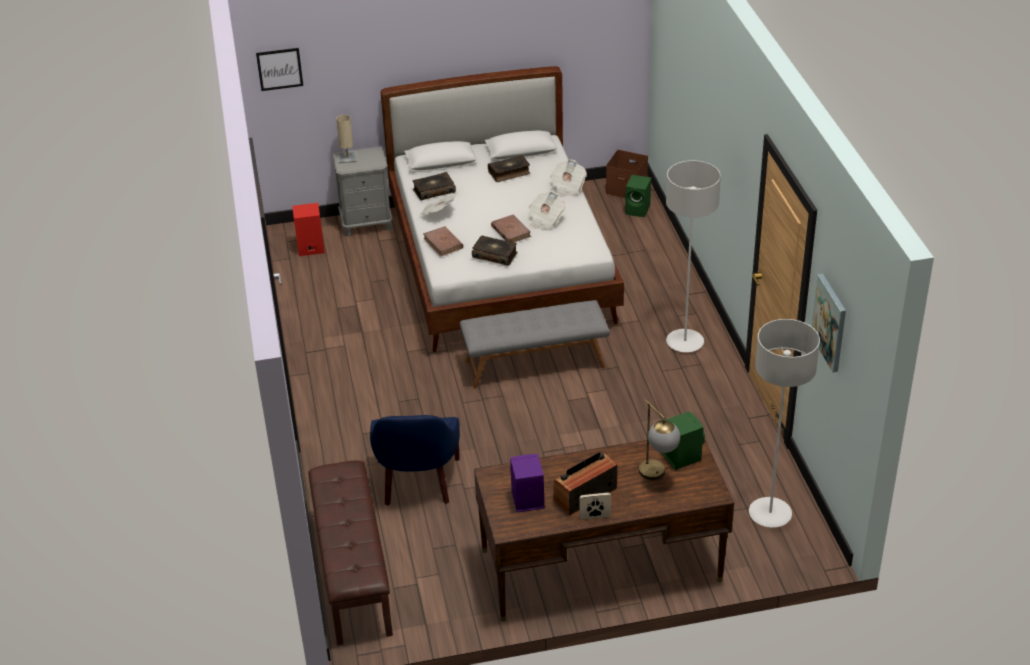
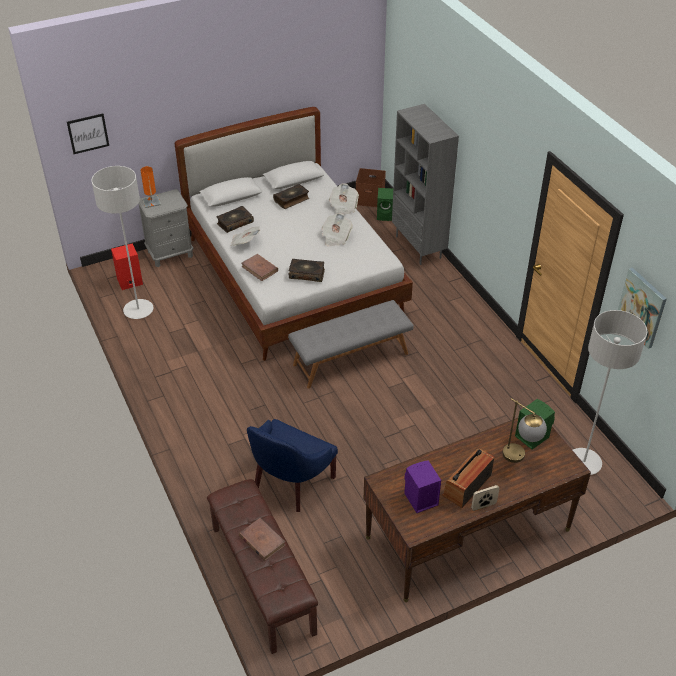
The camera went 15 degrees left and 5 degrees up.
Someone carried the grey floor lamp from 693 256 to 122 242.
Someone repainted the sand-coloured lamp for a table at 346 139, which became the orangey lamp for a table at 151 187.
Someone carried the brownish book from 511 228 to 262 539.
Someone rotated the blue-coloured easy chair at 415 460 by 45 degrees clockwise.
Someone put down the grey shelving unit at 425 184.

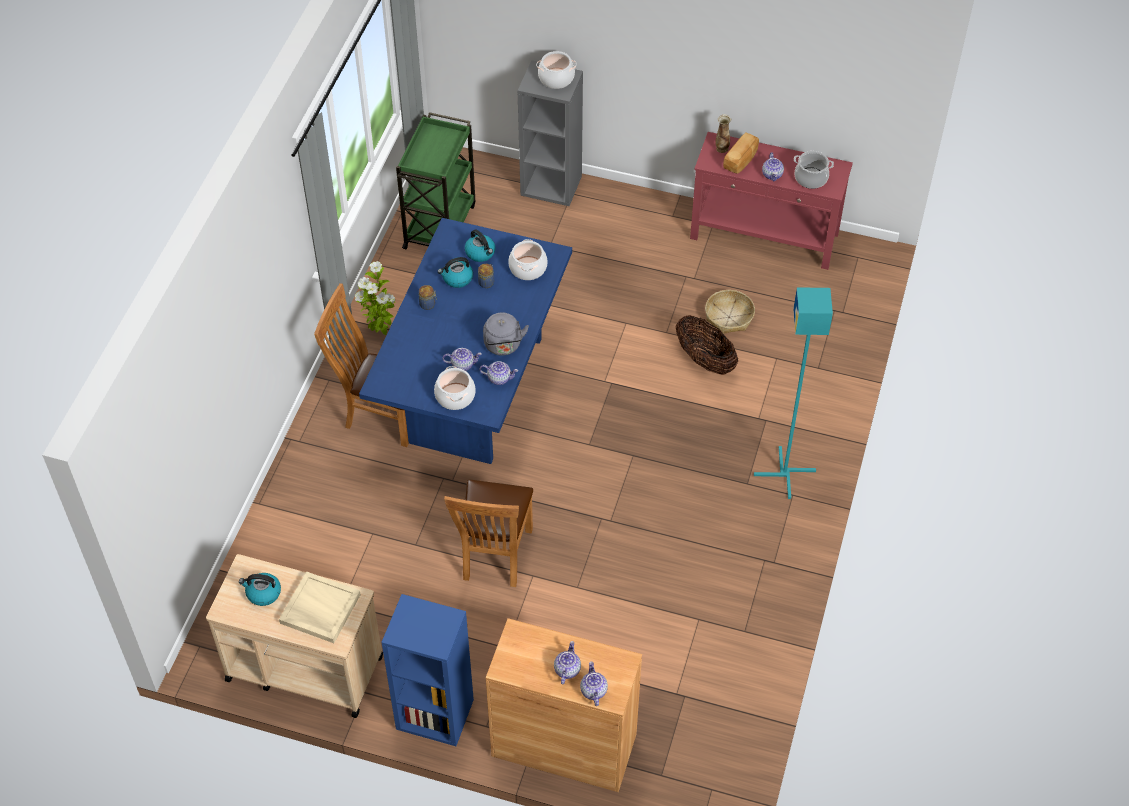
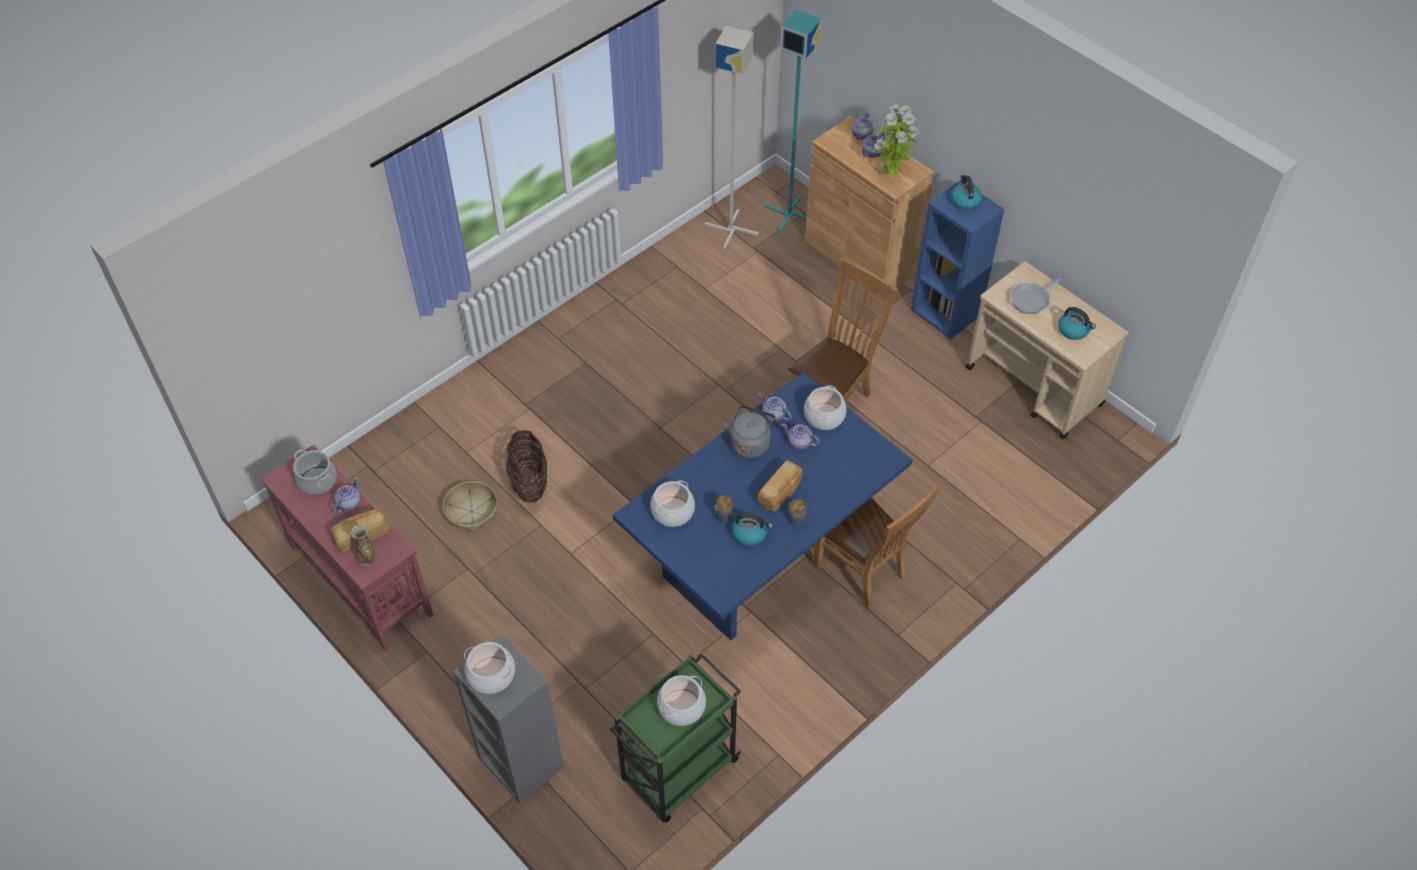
The camera went 150 degrees left and 0 degrees up.
Someone put down the saucepot at 681 700.
Someone put down the grey floor lamp at 731 137.
Someone put down the baked bread at 780 486.
Someone carried the turquoise-coloured floor lamp from 793 393 to 793 121.
Someone carried the potted plant from 375 298 to 896 140.
Someone carried the tea kettle from 480 245 to 966 192.
Someone swapped the sand-coloured carrying tray at 320 607 for the pan at 1036 296.

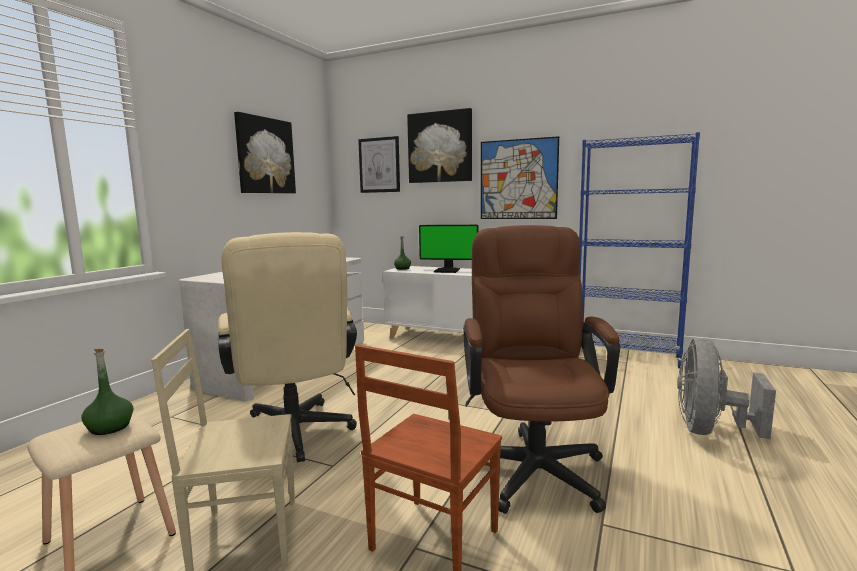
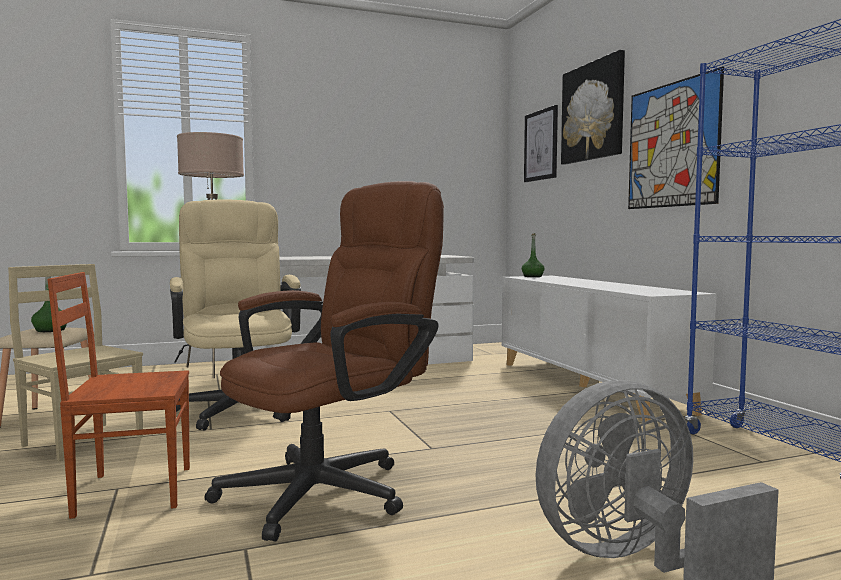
The camera went 45 degrees right and 5 degrees down.
Someone rotated the sand-coloured desk chair at 287 347 by 135 degrees clockwise.
Someone put down the sand-coloured floor lamp at 210 255.
Someone took away the wall art at 265 152.
Someone took away the monitor at 448 249.

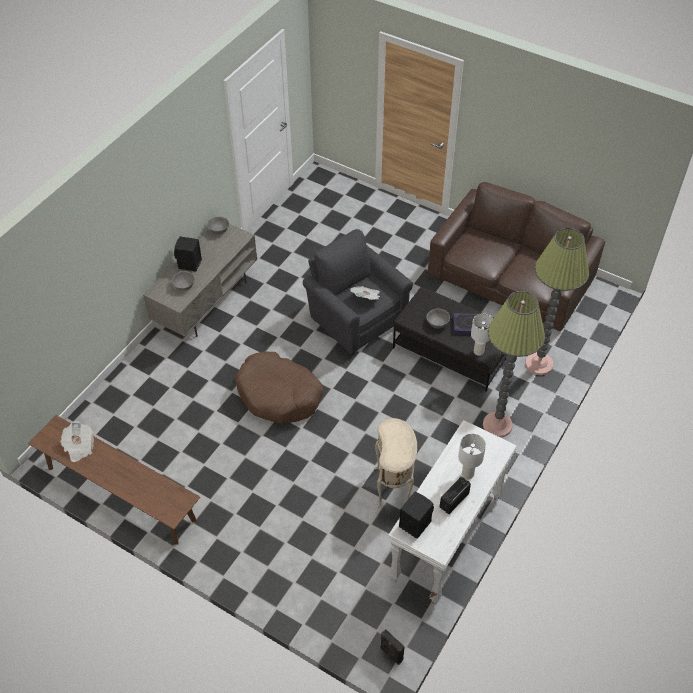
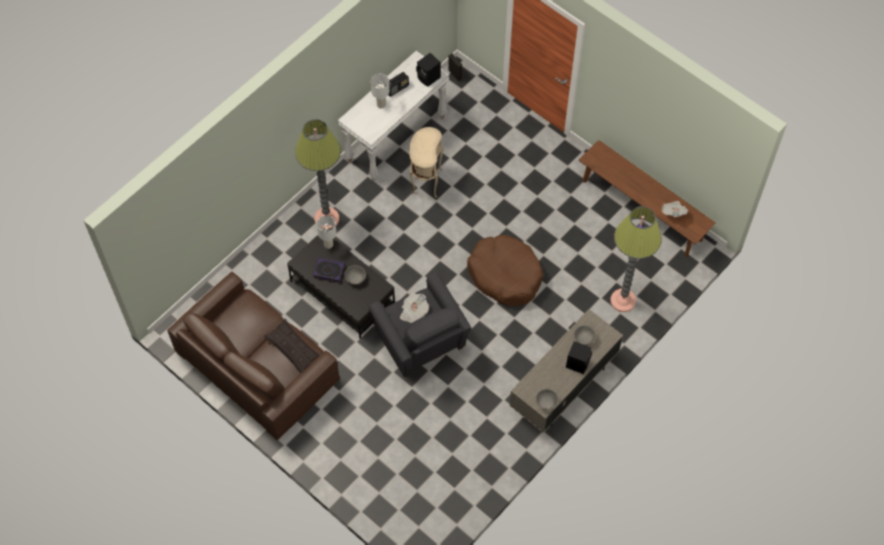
The camera went 170 degrees left and 10 degrees up.
Someone put down the throw pillow at 291 346.
Someone carried the floor lamp from 557 301 to 636 259.

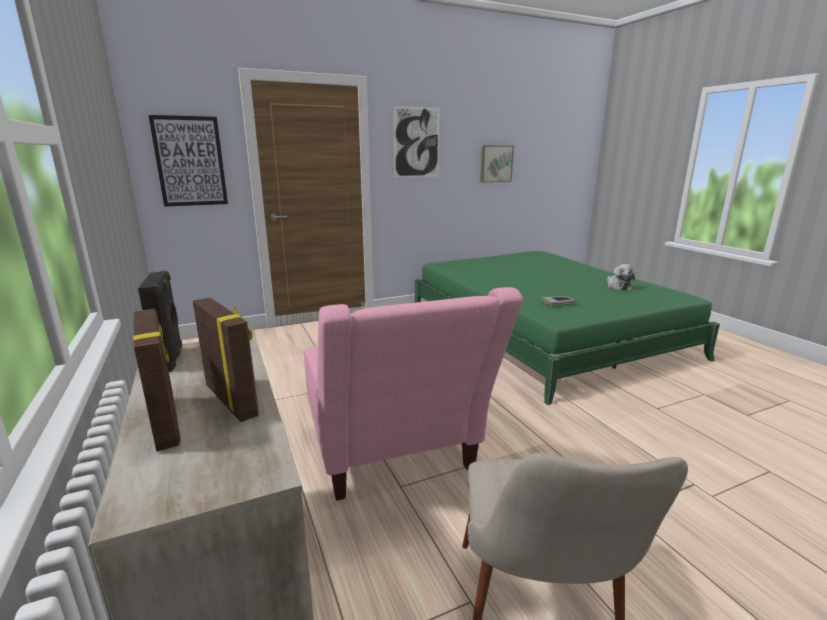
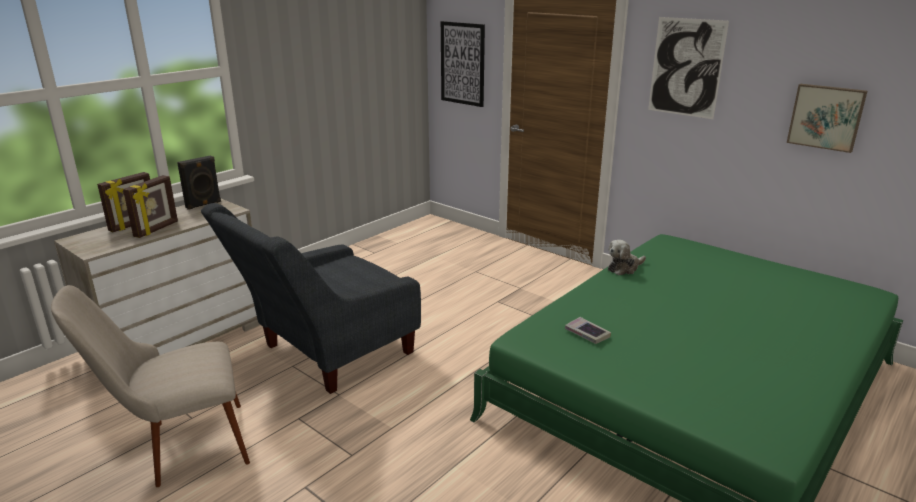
The camera went 65 degrees right and 5 degrees up.
Someone repainted the pinkish easy chair at 413 394, which became the grey easy chair at 311 298.
Someone carried the cuddly toy from 621 277 to 627 257.

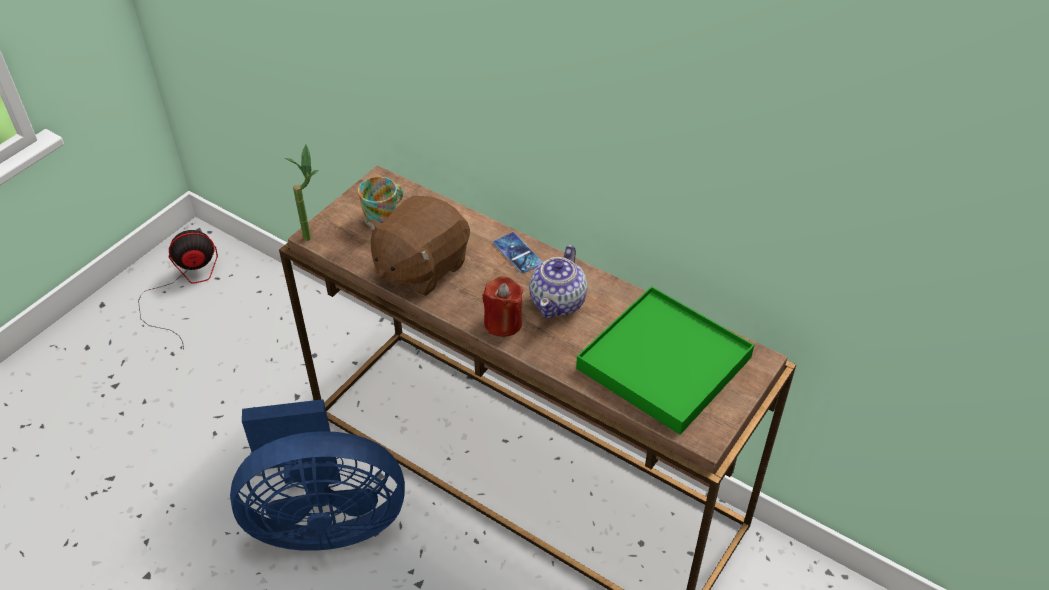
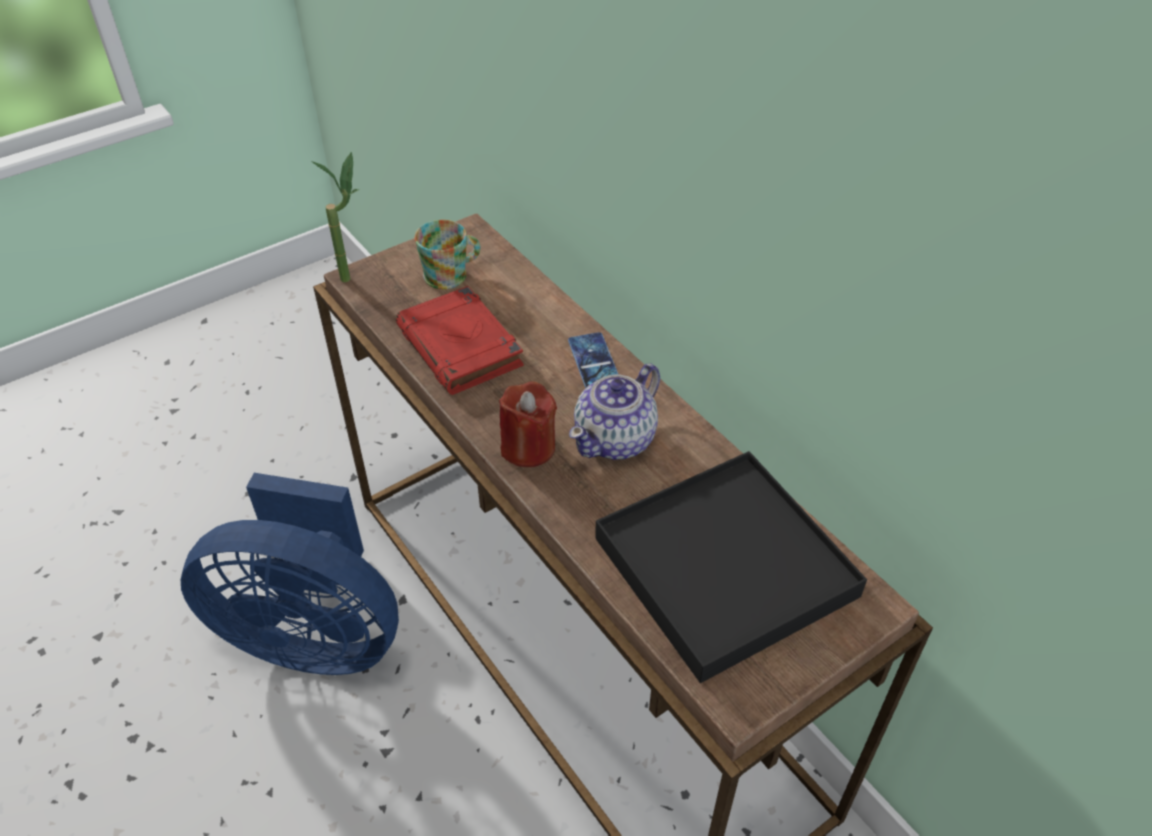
The camera went 20 degrees right and 0 degrees up.
Someone swapped the brownish cuddly toy at 418 245 for the red-coloured book at 460 340.
Someone repainted the green-coloured carrying tray at 665 360, which became the black carrying tray at 731 567.
Someone took away the cooling fan at 178 289.

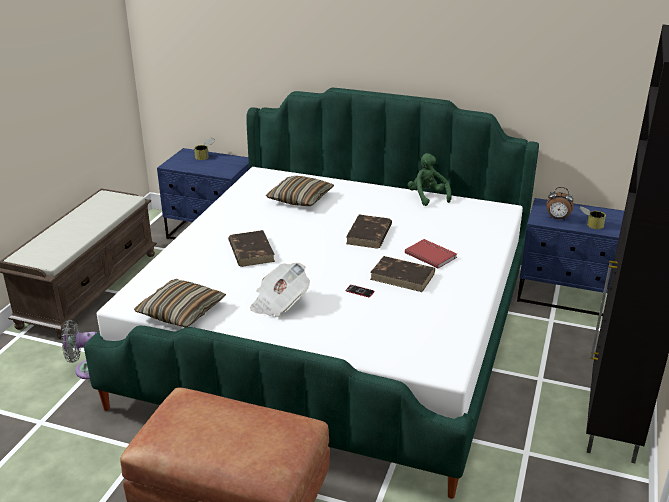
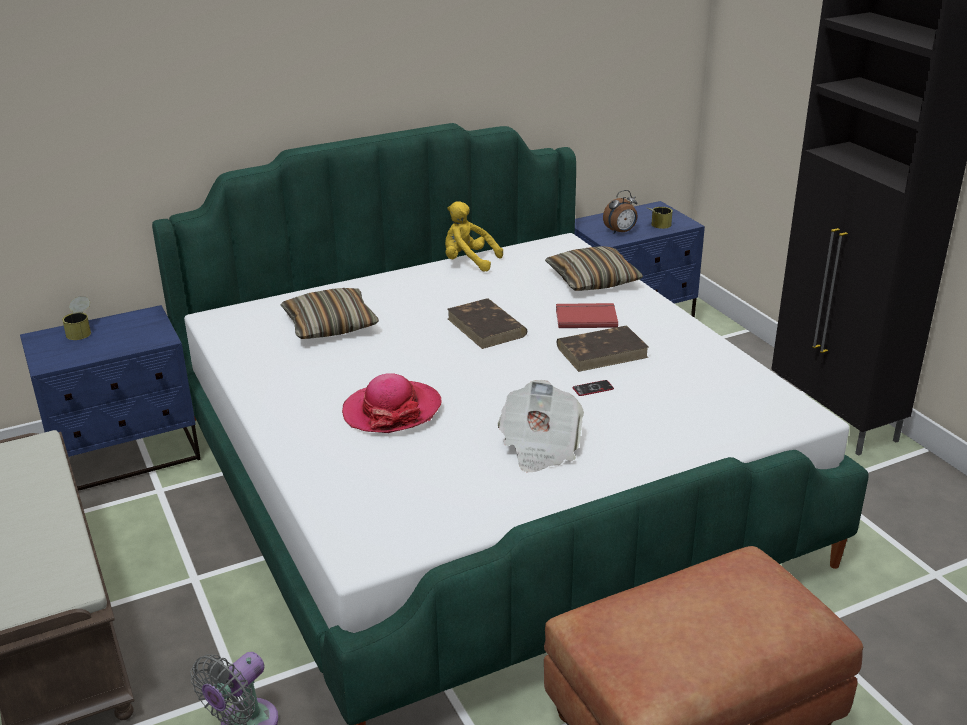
The camera went 45 degrees left and 0 degrees up.
Someone swapped the brownish book at 251 248 for the hat at 392 403.
Someone repainted the green-coloured cuddly toy at 429 179, which became the yellow cuddly toy at 474 236.
Someone carried the throw pillow from 180 303 to 594 268.

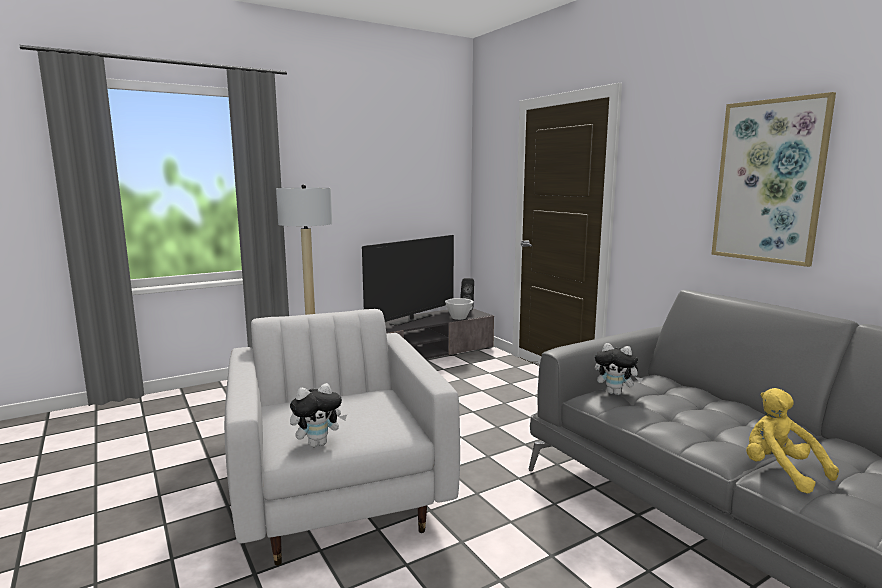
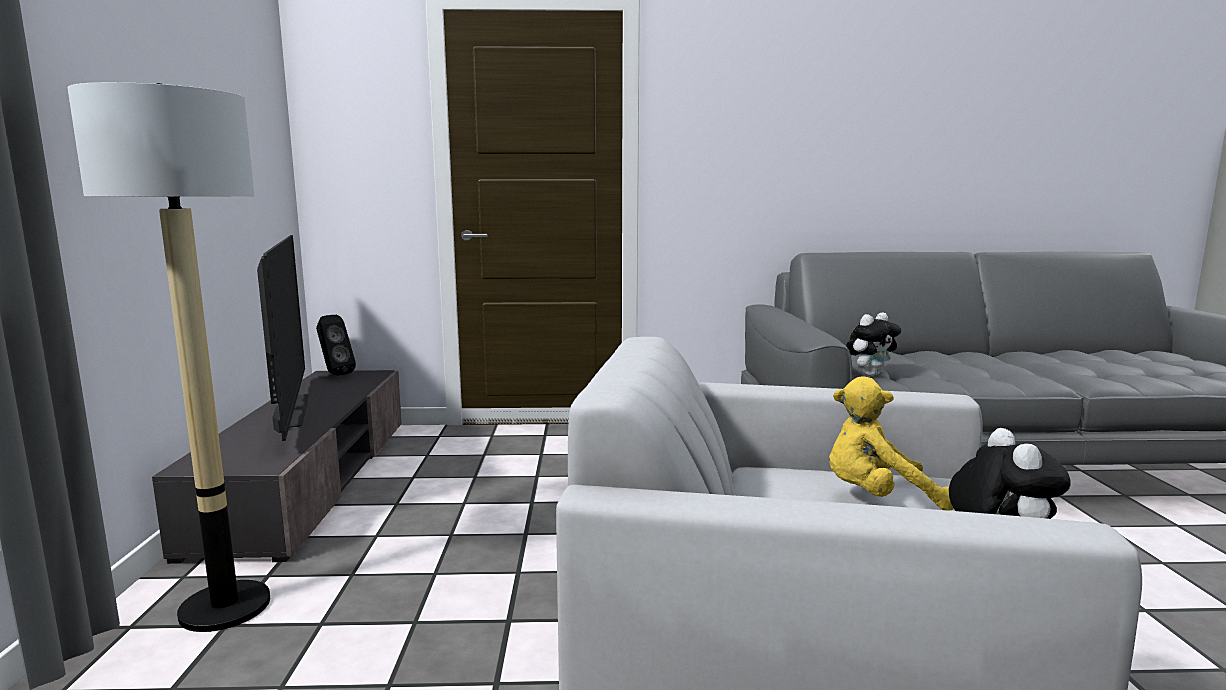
The camera went 60 degrees left and 0 degrees up.
Someone carried the yellow cuddly toy from 792 441 to 891 443.
Someone took away the whitish bowl at 459 309.
Someone took away the wall art at 773 179.

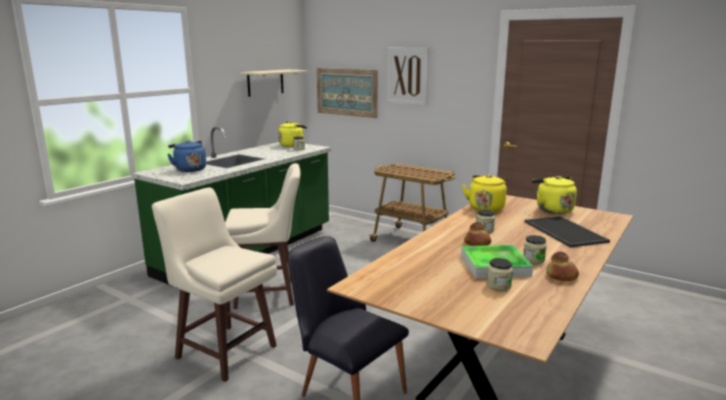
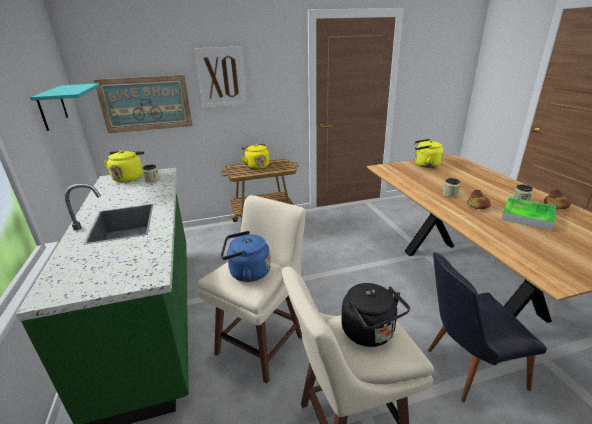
The camera went 50 degrees left and 10 degrees up.
Someone repainted the sand-coloured wall shelf at 274 83, which became the turquoise-coloured wall shelf at 65 107.
Someone carried the blue-coloured tea kettle from 186 156 to 246 256.
Someone carried the yellow tea kettle from 485 193 to 255 156.
Someone put down the black tea kettle at 375 315.
Someone took away the preserve jar at 500 274.
Someone took away the carrying tray at 567 232.

